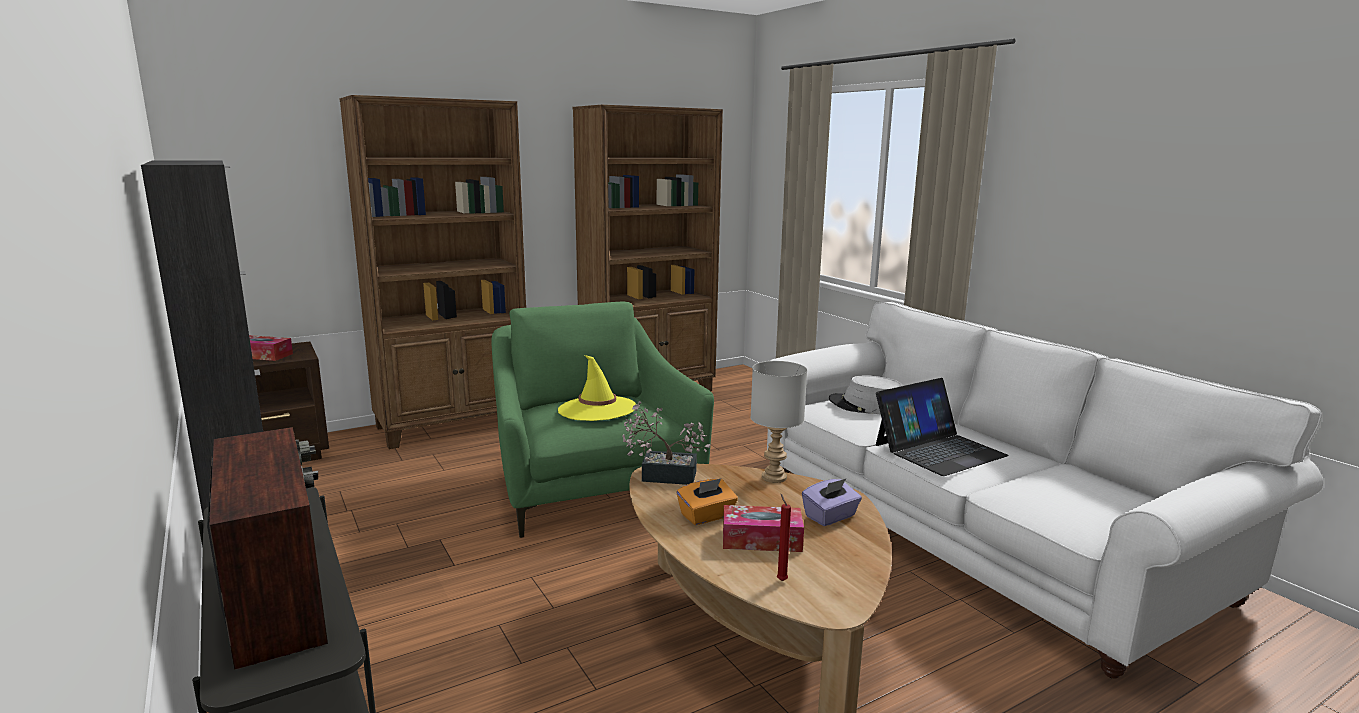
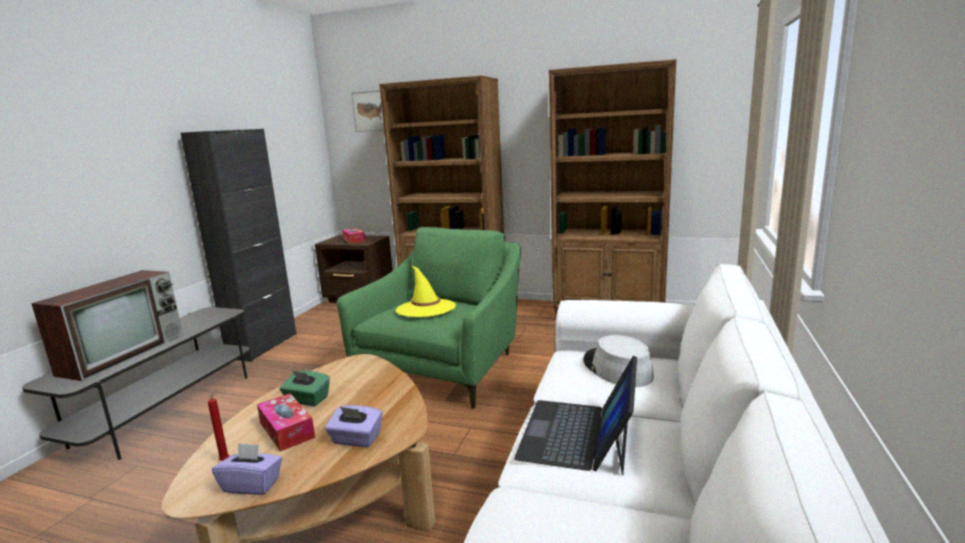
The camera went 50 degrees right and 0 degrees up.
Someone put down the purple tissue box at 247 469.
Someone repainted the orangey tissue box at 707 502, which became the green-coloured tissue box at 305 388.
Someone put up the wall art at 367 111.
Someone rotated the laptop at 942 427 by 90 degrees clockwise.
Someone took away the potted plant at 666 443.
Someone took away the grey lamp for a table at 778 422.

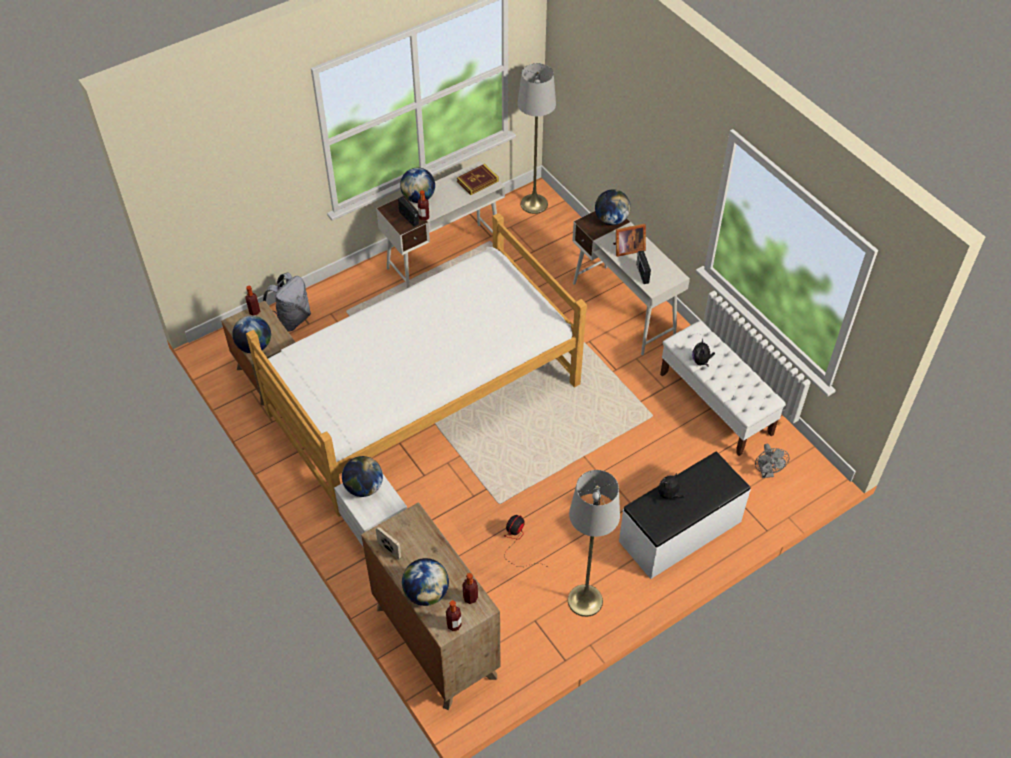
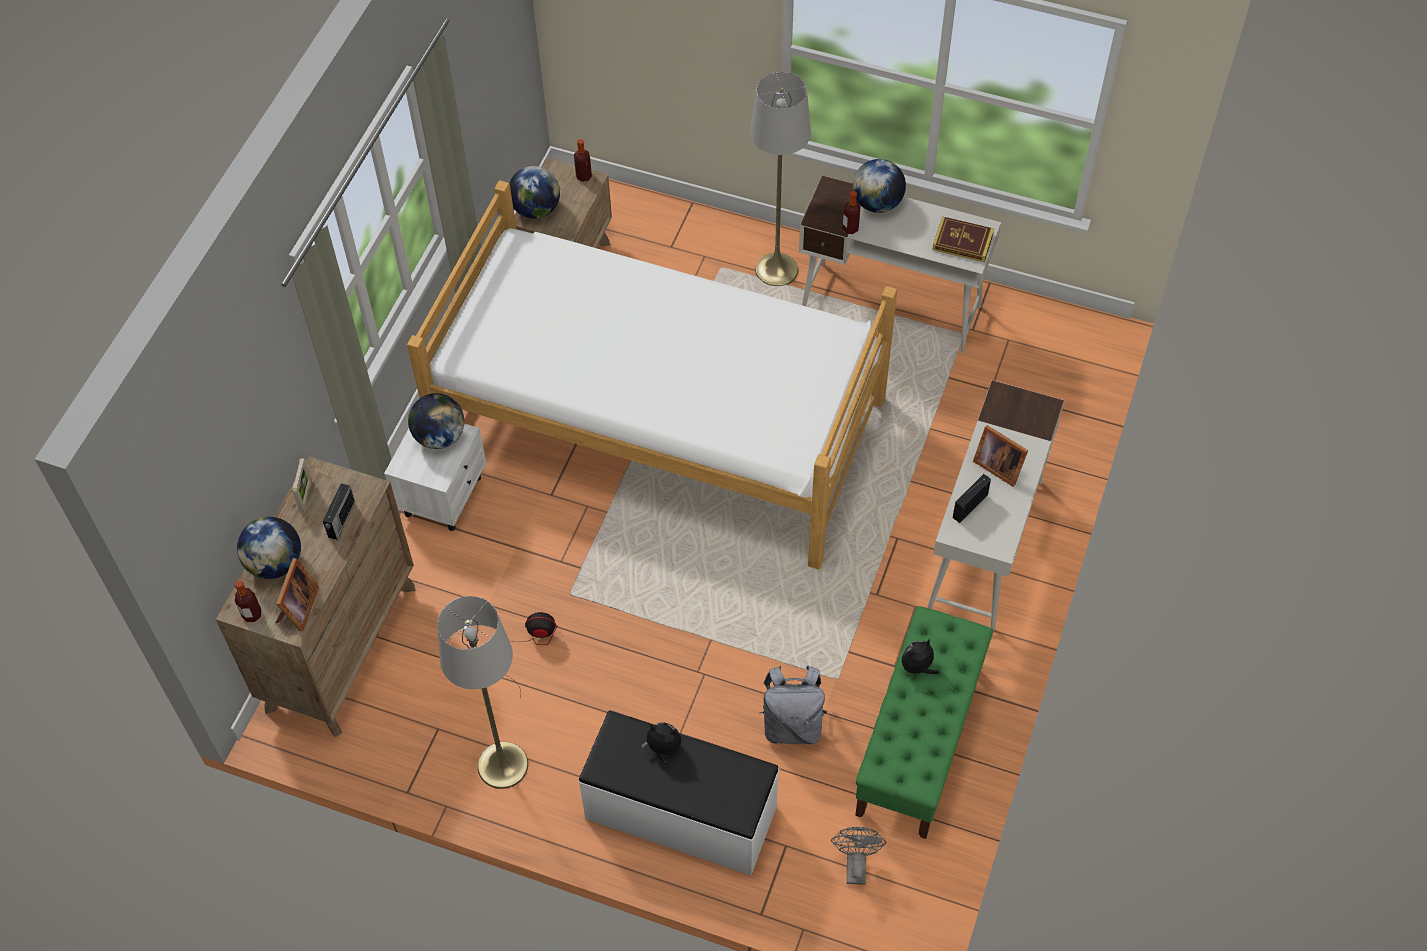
The camera went 55 degrees right and 5 degrees up.
Someone swapped the drink bottle at 470 588 for the standing frame at 297 594.
Someone carried the radio set from 408 211 to 339 511.
Someone carried the grey floor lamp from 537 138 to 780 179.
Someone carried the grey rucksack from 287 302 to 793 705.
Someone rotated the grey cooling fan at 772 461 by 135 degrees clockwise.
Someone repainted the whitish indoor bench at 723 388, which became the green-coloured indoor bench at 924 722.
Someone took away the world globe at 613 207.

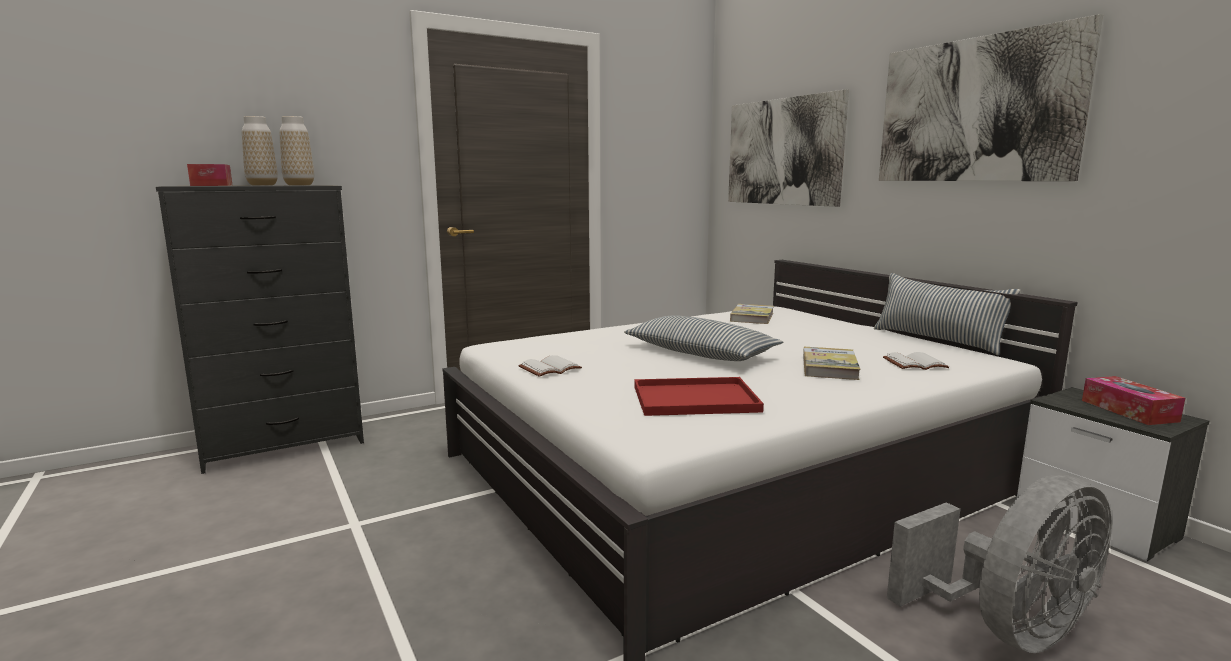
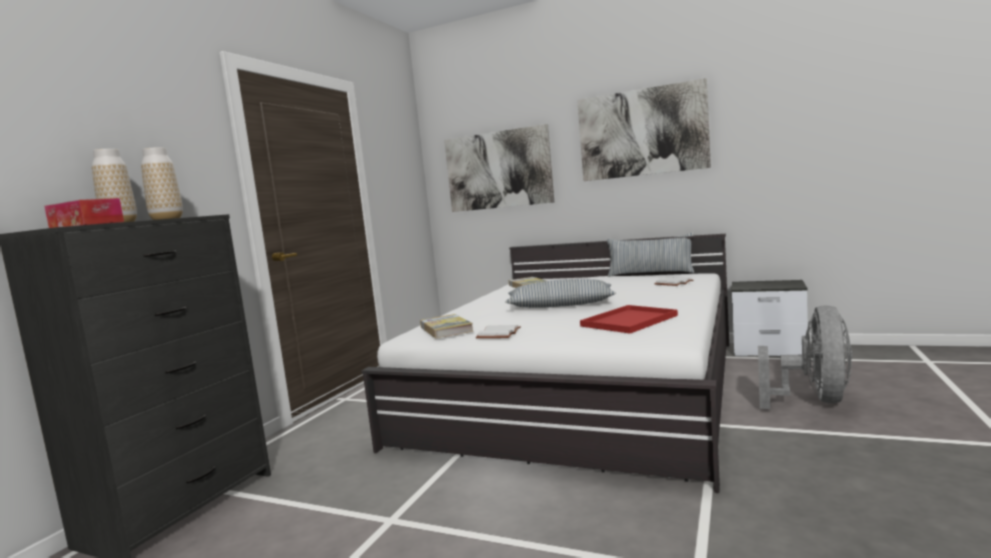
The camera went 35 degrees left and 5 degrees down.
Someone carried the book from 832 363 to 446 326.
Someone took away the tissue box at 1133 400.

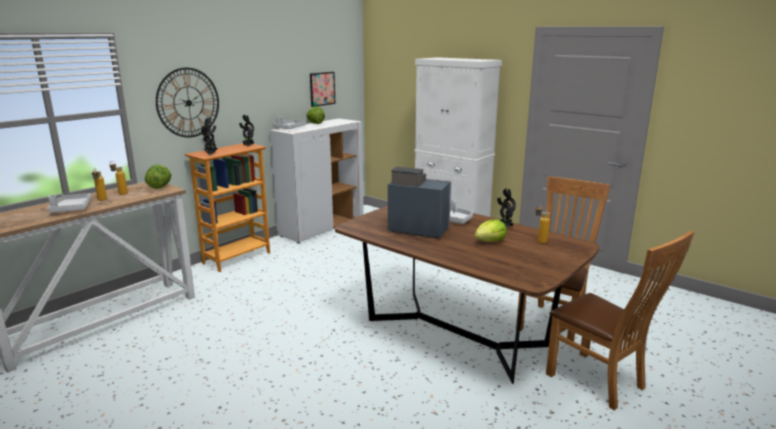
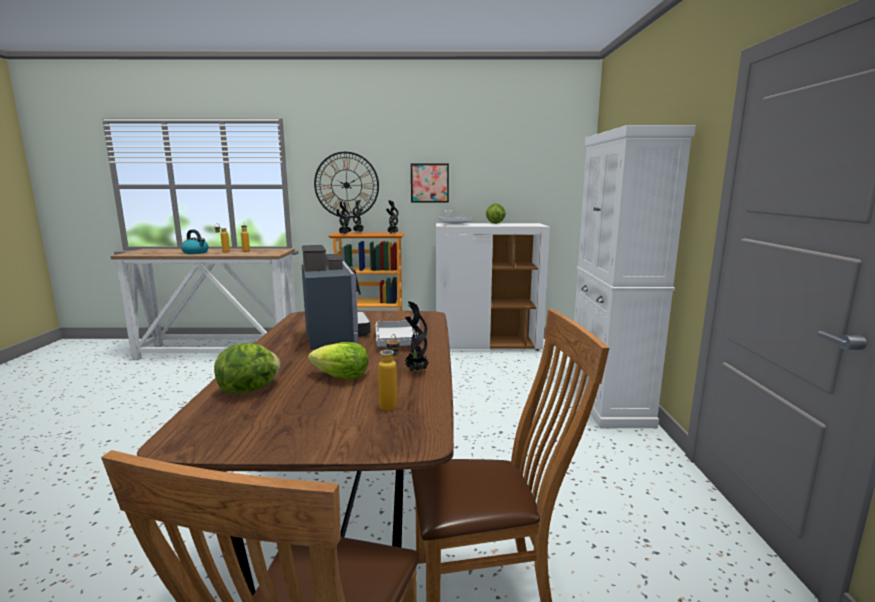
The camera went 50 degrees right and 5 degrees down.
Someone swapped the grey carrying tray at 69 203 for the tea kettle at 194 241.
Someone carried the head of lettuce from 158 177 to 247 368.
Someone carried the wall art from 322 89 to 430 183.

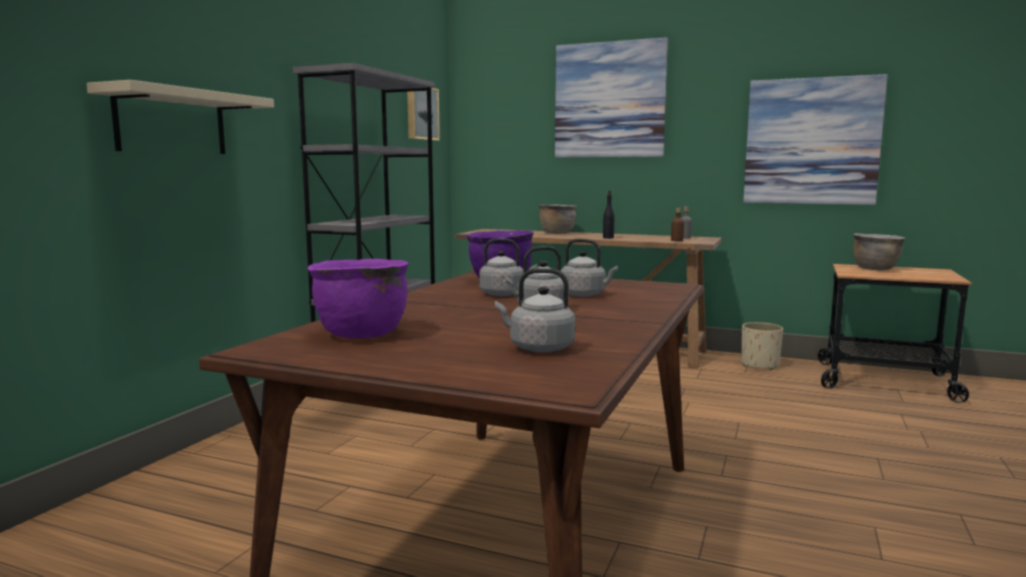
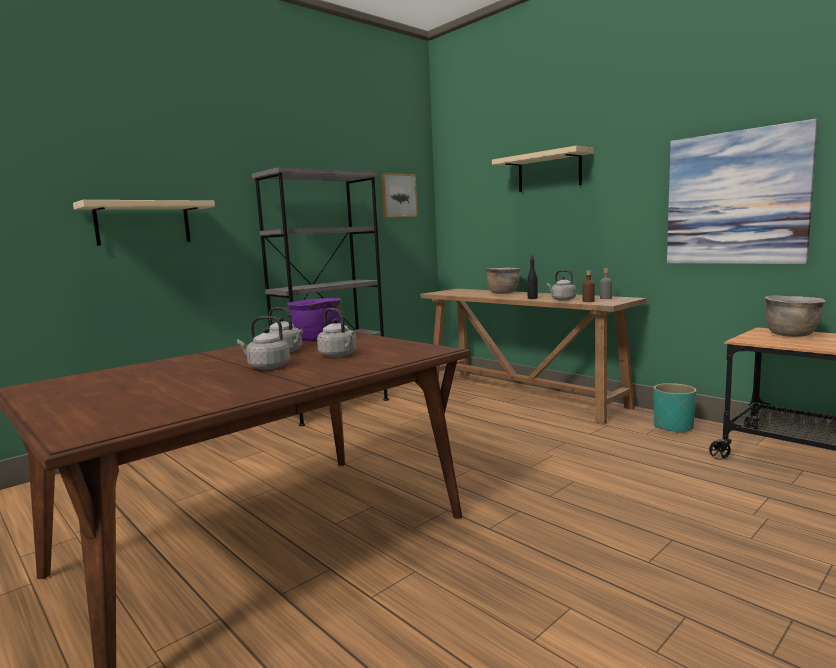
The camera went 25 degrees right and 0 degrees up.
Someone swapped the wall art at 611 97 for the sand-coloured wall shelf at 543 169.
Someone carried the grey tea kettle from 535 310 to 561 285.
Someone repainted the sand-coloured plant pot at 762 346, which became the turquoise-coloured plant pot at 675 408.
Someone took away the purple saucepot at 358 298.

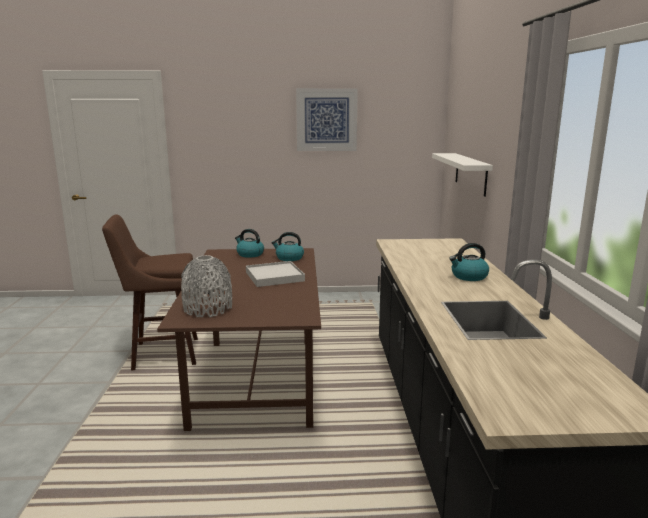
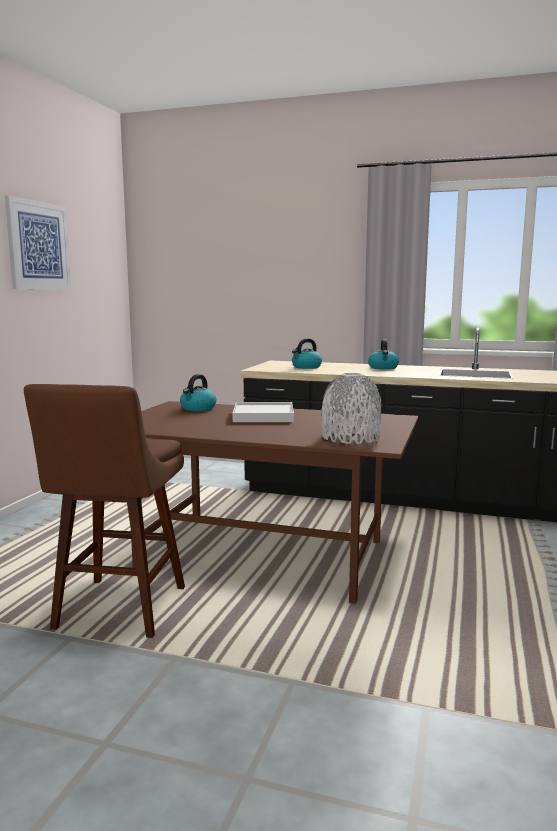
The camera went 70 degrees left and 5 degrees down.
Someone carried the tea kettle from 249 243 to 307 354.
Someone took away the whitish wall shelf at 462 175.

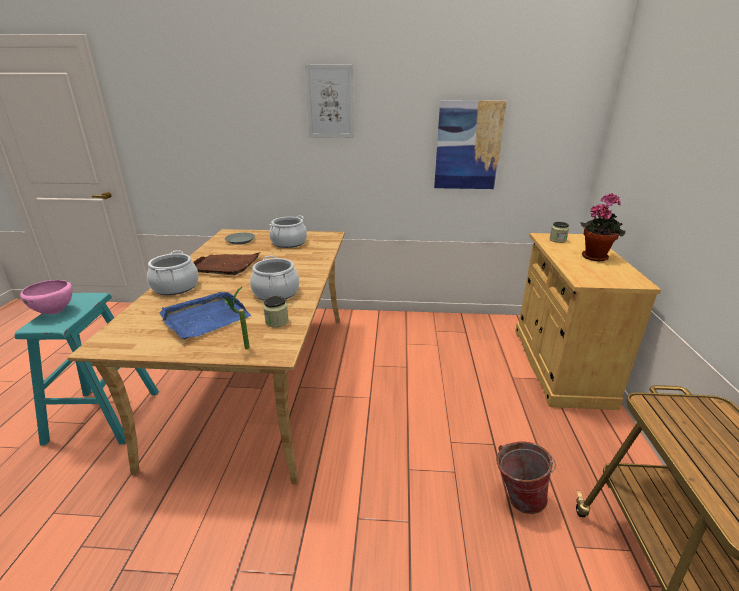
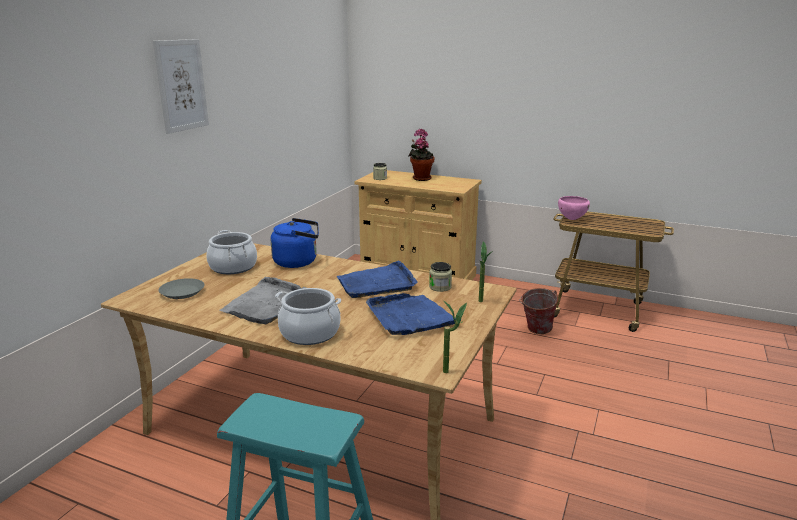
The camera went 70 degrees left and 5 degrees down.
Someone repainted the brownish carrying tray at 227 263, which became the grey carrying tray at 262 300.
Someone put down the blue-coloured tea kettle at 295 243.
Someone swapped the saucepot at 275 277 for the blue-coloured carrying tray at 377 279.
Someone put down the potted plant at 455 337.
Someone carried the pinkish bowl from 46 297 to 574 208.
Someone took away the wall art at 470 144.

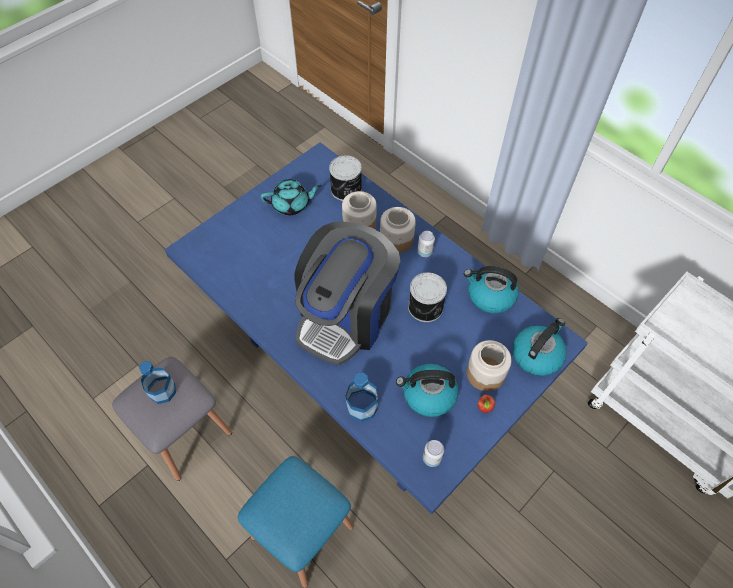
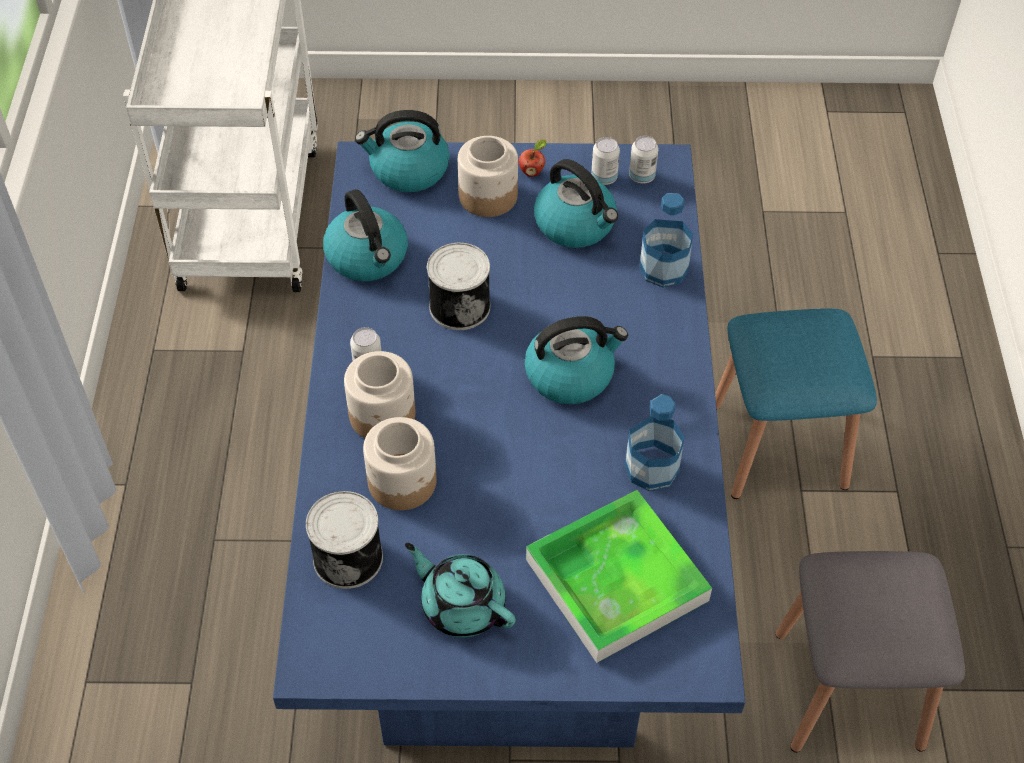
The camera went 135 degrees left and 5 degrees down.
Someone swapped the coffee maker at 347 293 for the tea kettle at 576 360.
Someone put down the carrying tray at 619 576.
Someone put down the can at 605 161.
Someone carried the drink bottle from 157 382 to 654 442.

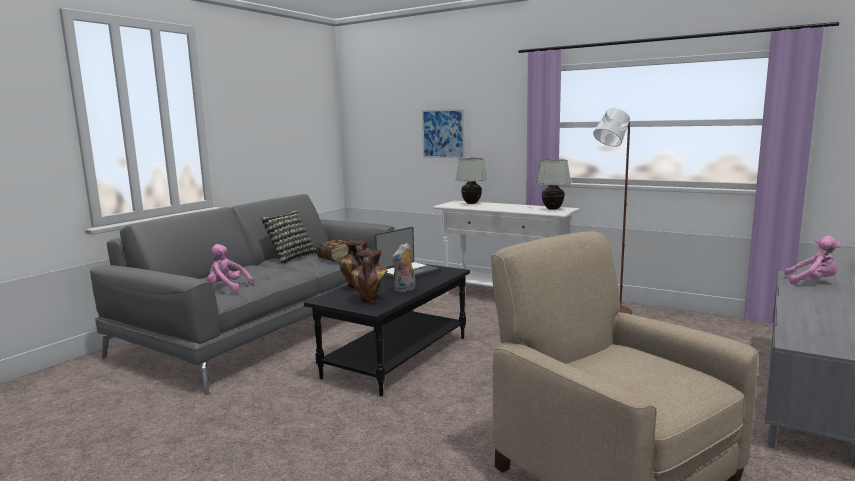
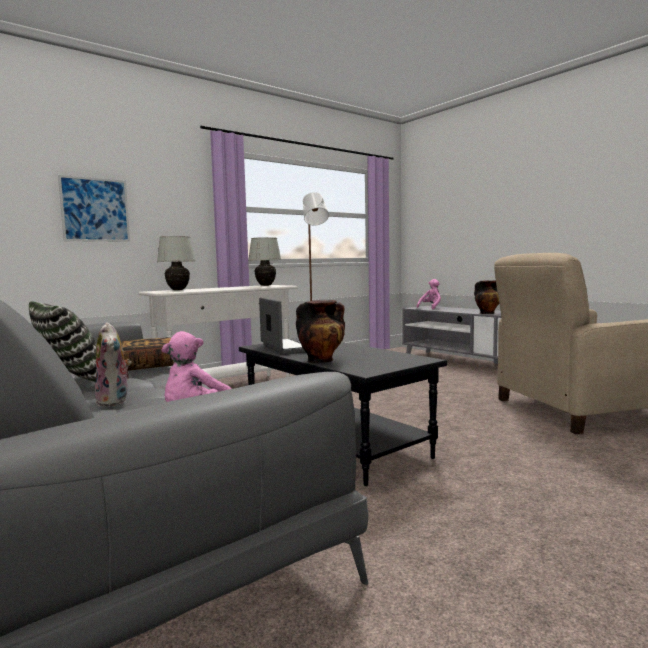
The camera went 70 degrees left and 5 degrees down.
Someone carried the cuddly toy from 403 267 to 113 364.
Someone carried the vase from 369 276 to 486 297.

